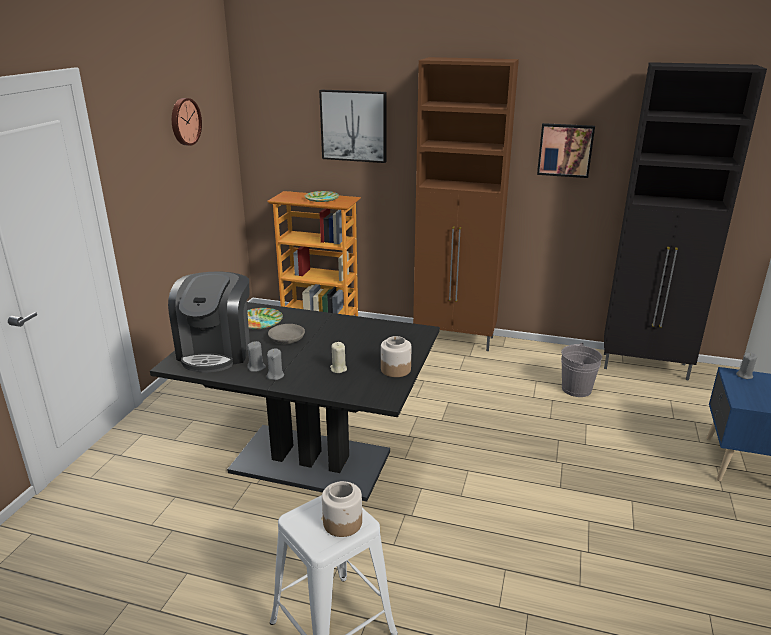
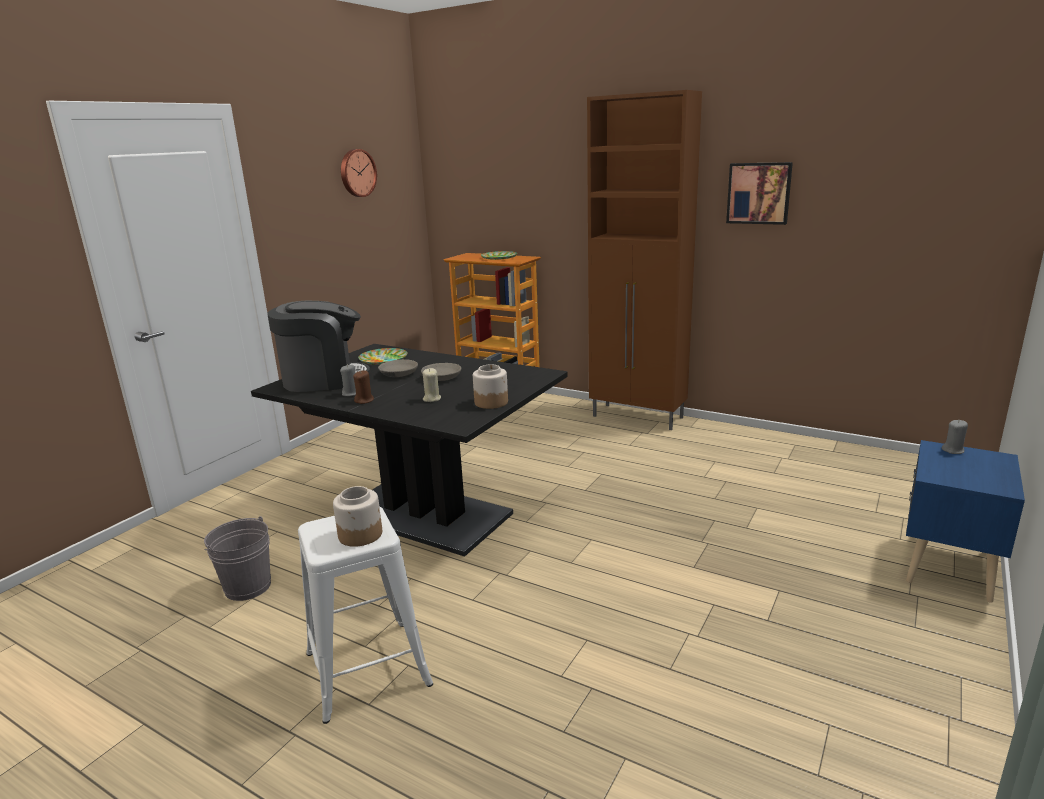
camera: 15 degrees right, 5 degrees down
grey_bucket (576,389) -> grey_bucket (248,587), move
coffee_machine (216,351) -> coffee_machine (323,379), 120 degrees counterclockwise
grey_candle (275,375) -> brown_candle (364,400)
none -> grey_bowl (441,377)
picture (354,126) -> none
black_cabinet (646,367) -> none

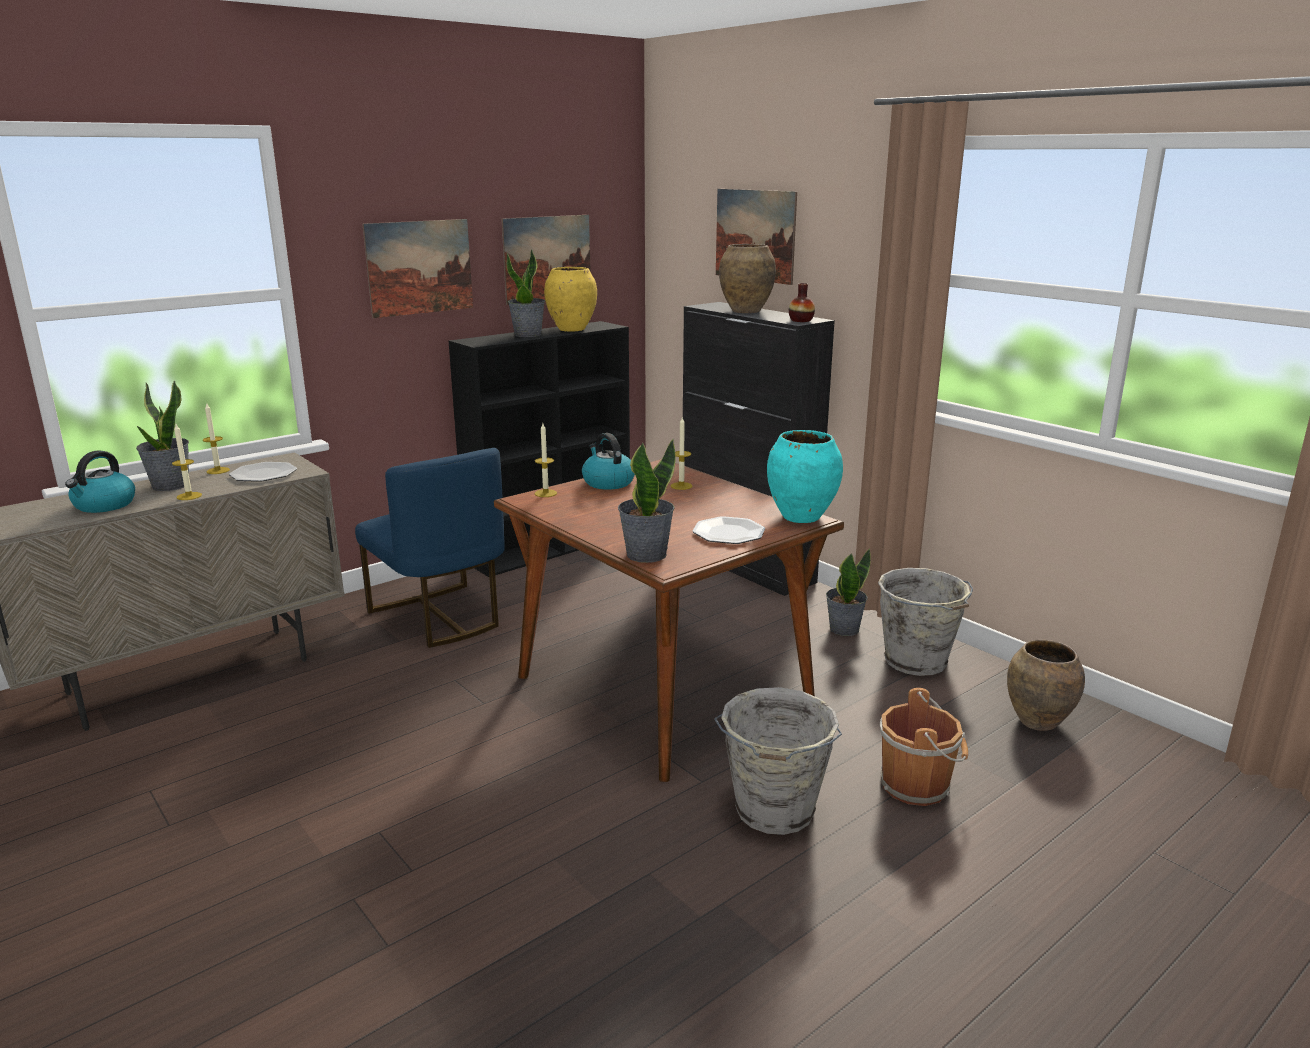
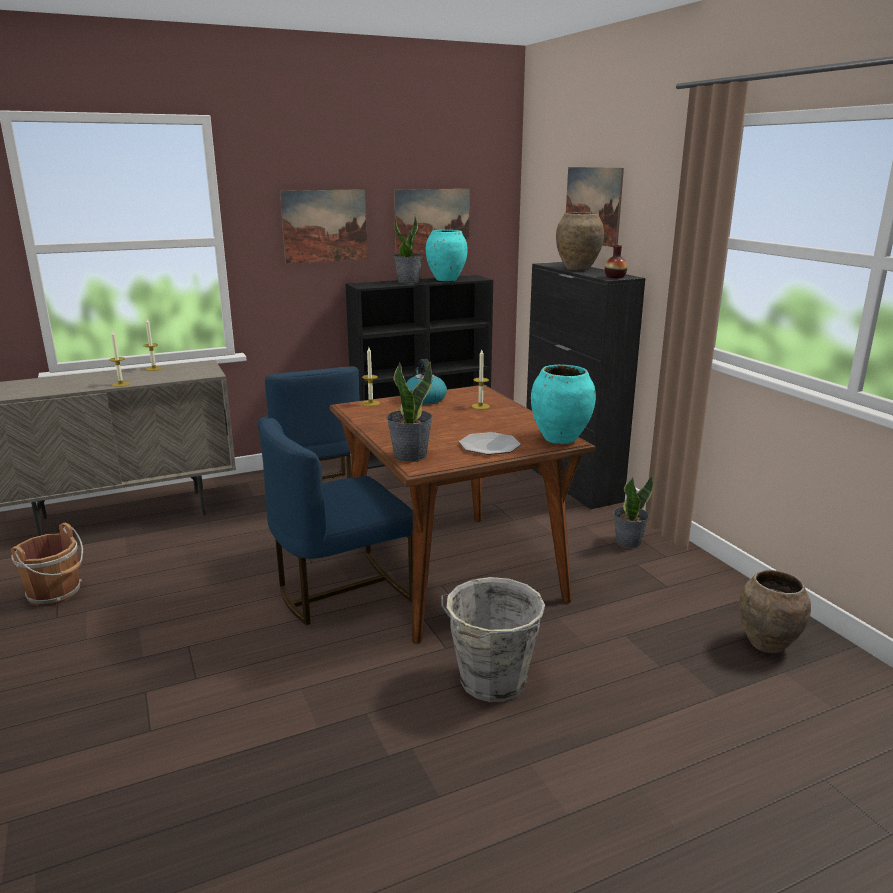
camera: 15 degrees right, 0 degrees up
brown_bucket (918,786) -> brown_bucket (56,593), move
none -> blue_chair (342,591)
yellow_vase (571,329) -> turquoise_vase (445,280)
kettle (104,505) -> none
potted_plant (170,485) -> none
plate (263,474) -> none
grey_bucket (917,662) -> none

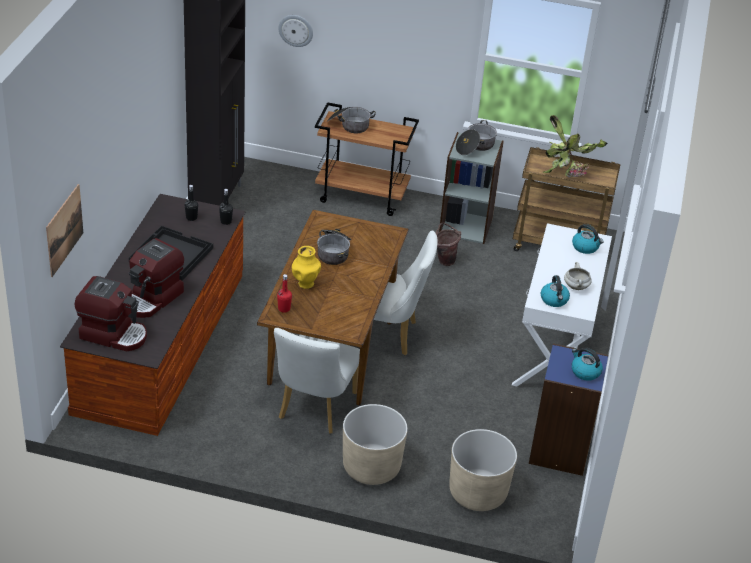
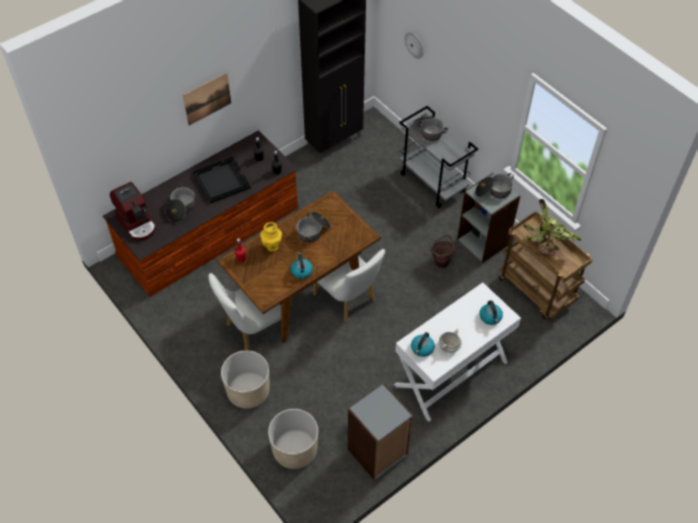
camera: 40 degrees right, 15 degrees up
coffee_machine (152,299) -> cooking_pot (181,208)
picture (64,230) -> picture (207,99), move
kettle (585,372) -> kettle (301,271), move
blue_bookcase (560,450) -> grey_bookcase (378,453)
brown_cart (362,196) -> grey_cart (433,183)

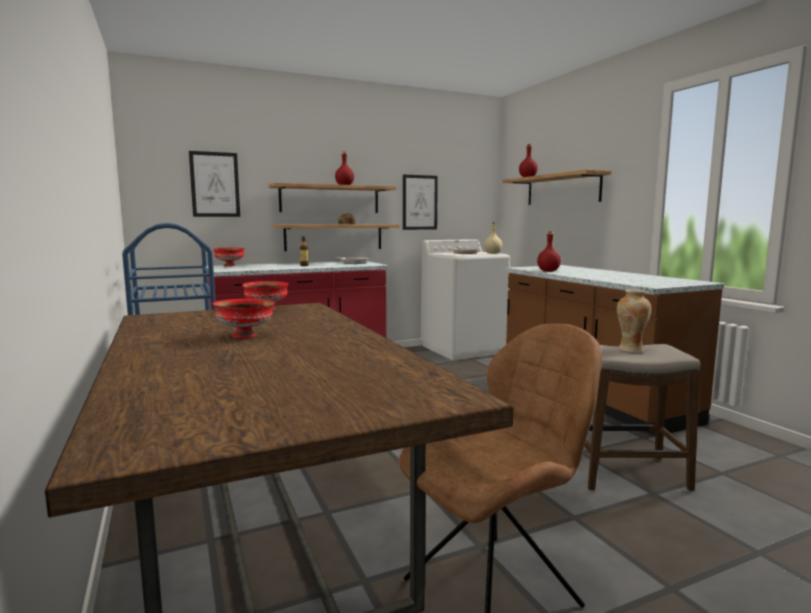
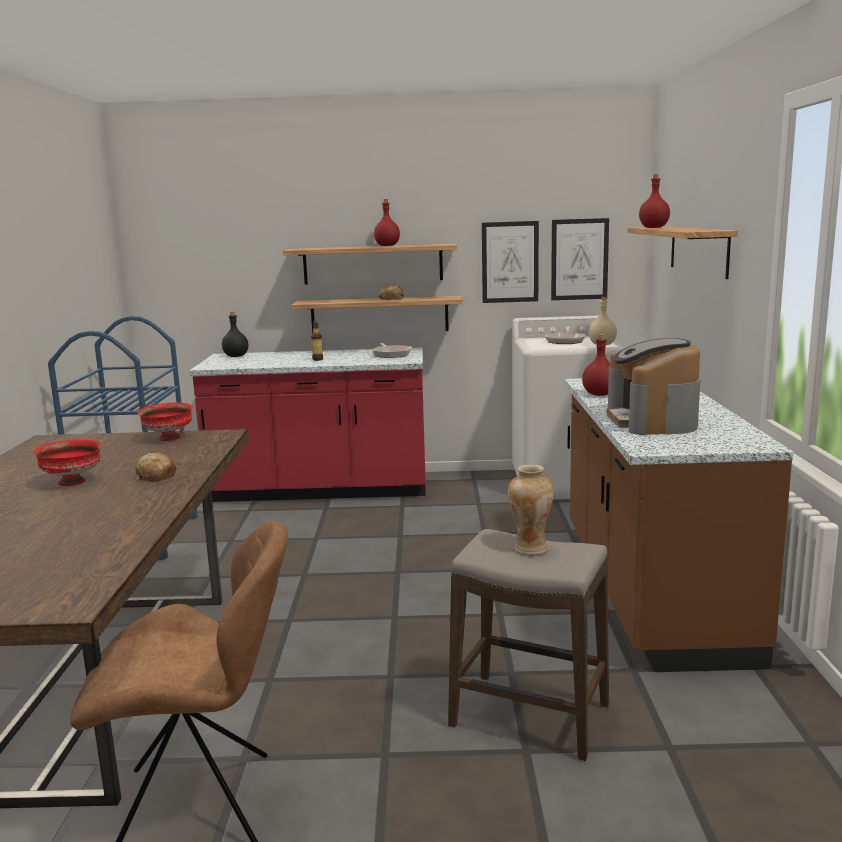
camera: 25 degrees right, 5 degrees up
none -> bread (156,476)
red_bowl (230,266) -> black_bottle (236,356)
picture (215,184) -> picture (579,259), move
none -> coffee_machine (652,420)

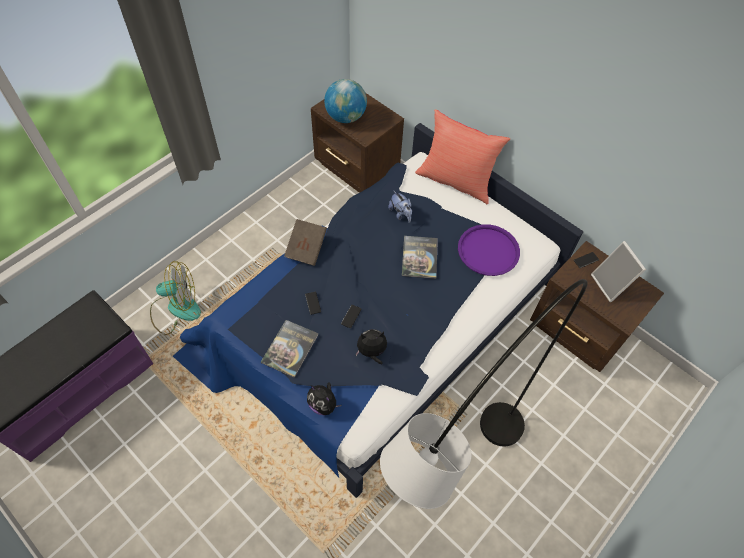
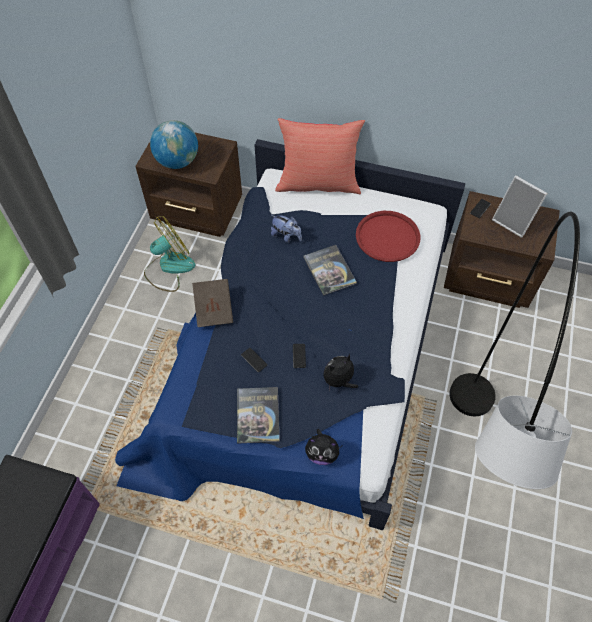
camera: 25 degrees left, 0 degrees up
fan (176,309) -> fan (169,268), move
purple_tray (488,250) -> red_tray (387,237)

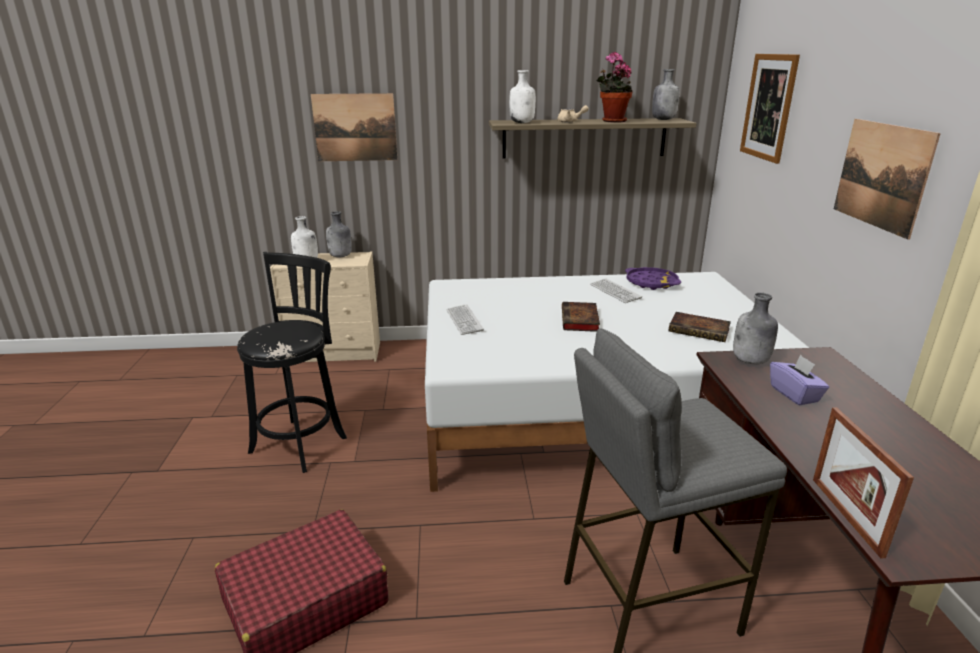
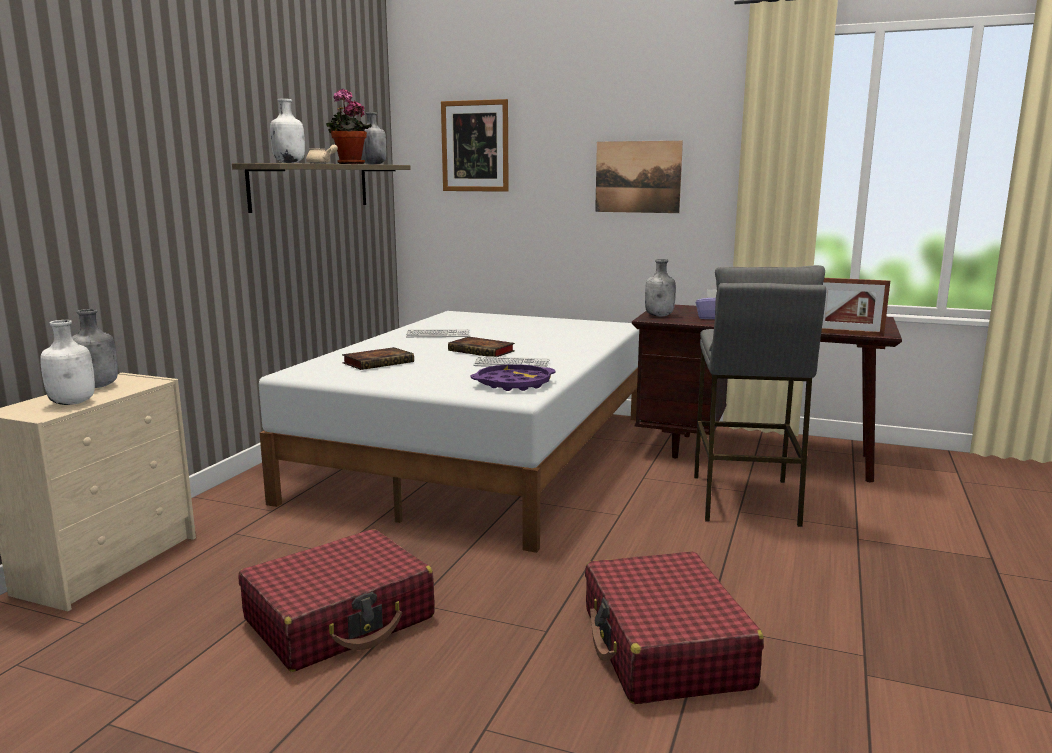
camera: 65 degrees left, 10 degrees down
black_stool (302,442) -> red_suitcase (340,619)
book (700,330) -> book (379,362), move
purple_tray (651,283) -> purple_tray (513,384), move
keyboard (464,320) -> keyboard (511,364), move
picture (355,127) -> none

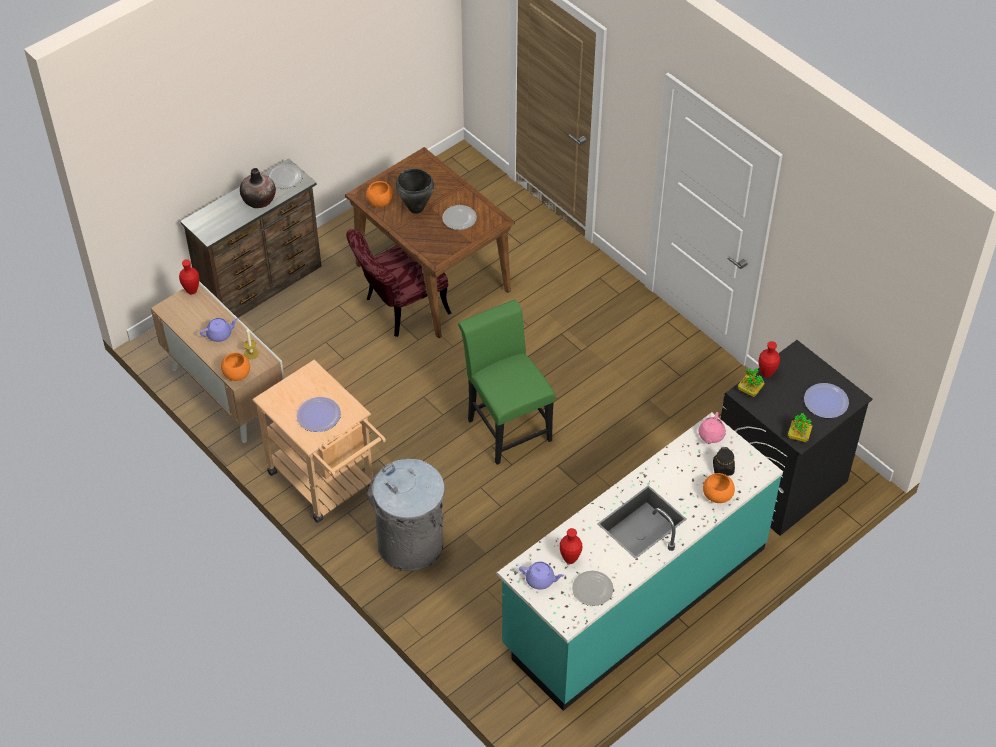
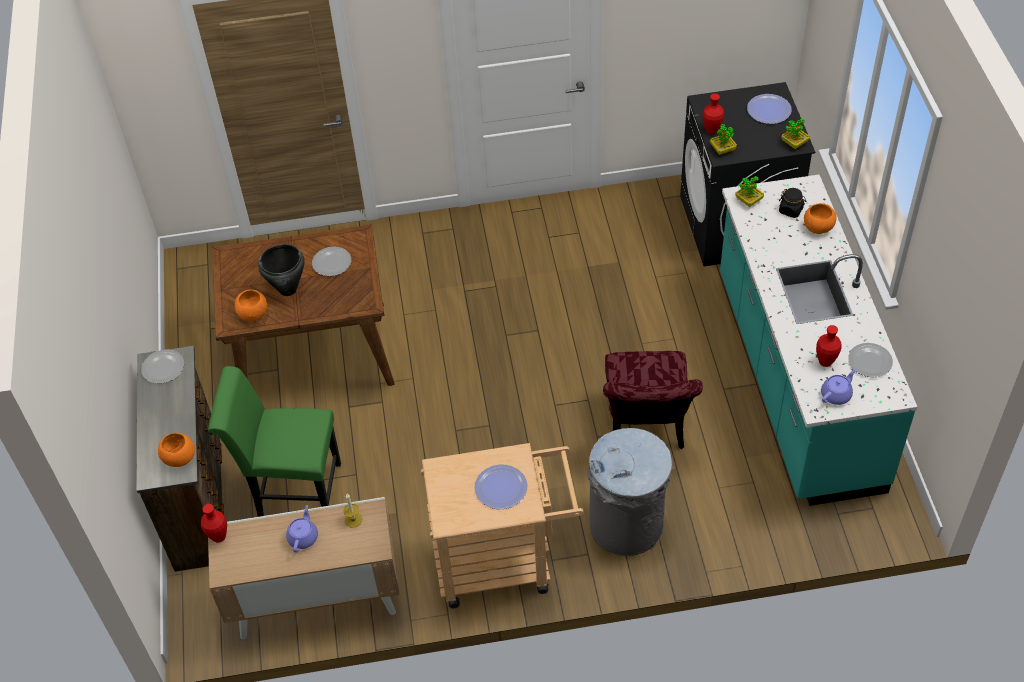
camera: 55 degrees left, 0 degrees up
orange_bowl (236,374) -> orange_bowl (179,458), move
green_chair (506,425) -> green_chair (292,491), move
red_chair (399,309) -> red_chair (646,428), move
pink_teapot (711,435) -> potted_plant (748,201)
vase (259,200) -> none

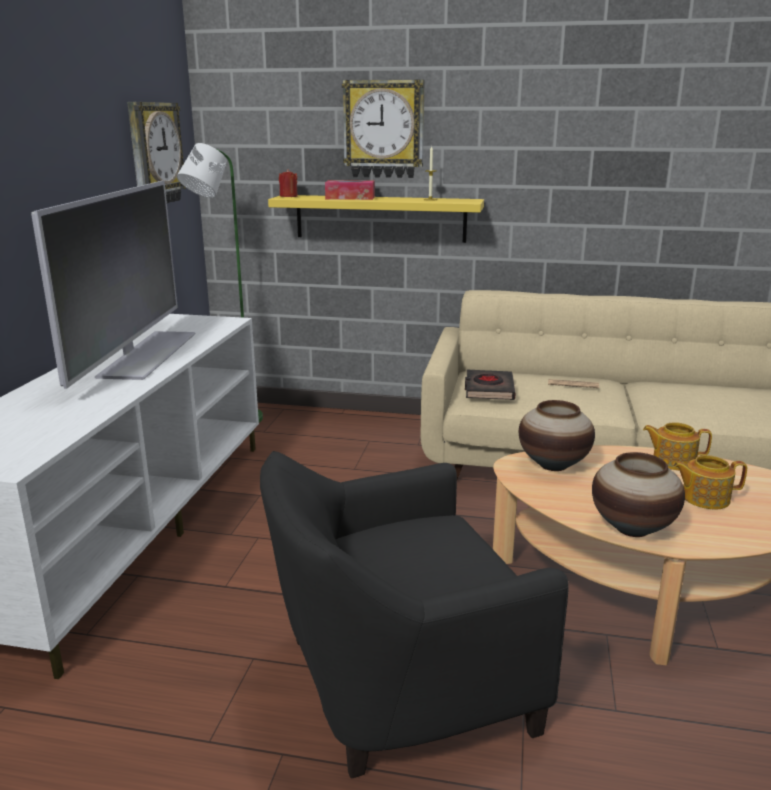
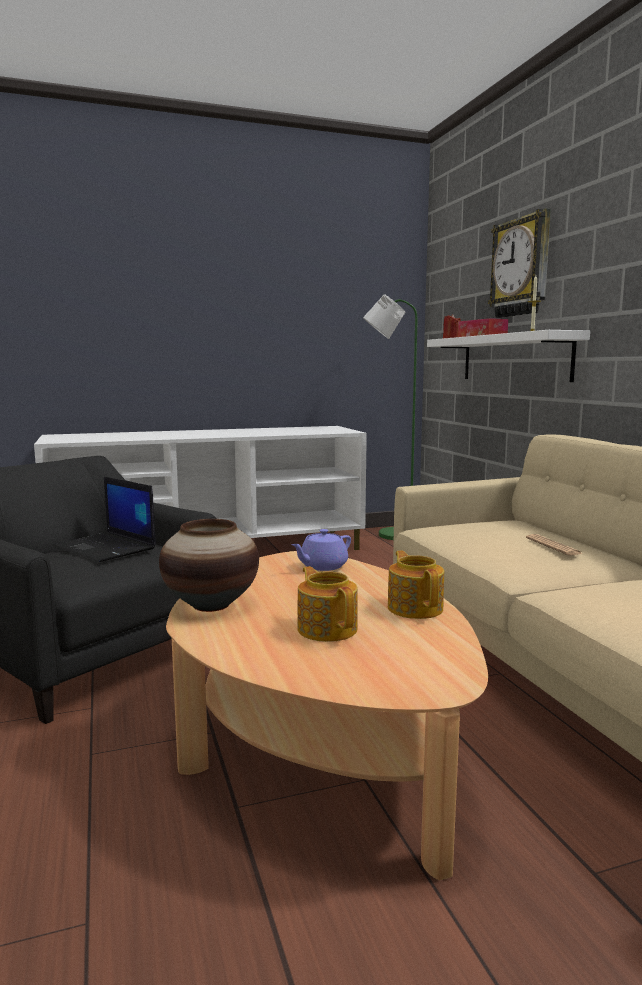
camera: 60 degrees right, 10 degrees down
none -> laptop (107,547)
vase (553,465) -> purple_teapot (322,566)
yellow_shelf (380,218) -> white_shelf (514,358)
television (146,354) -> none
wall_clock (154,154) -> none
black_book (489,389) -> none

